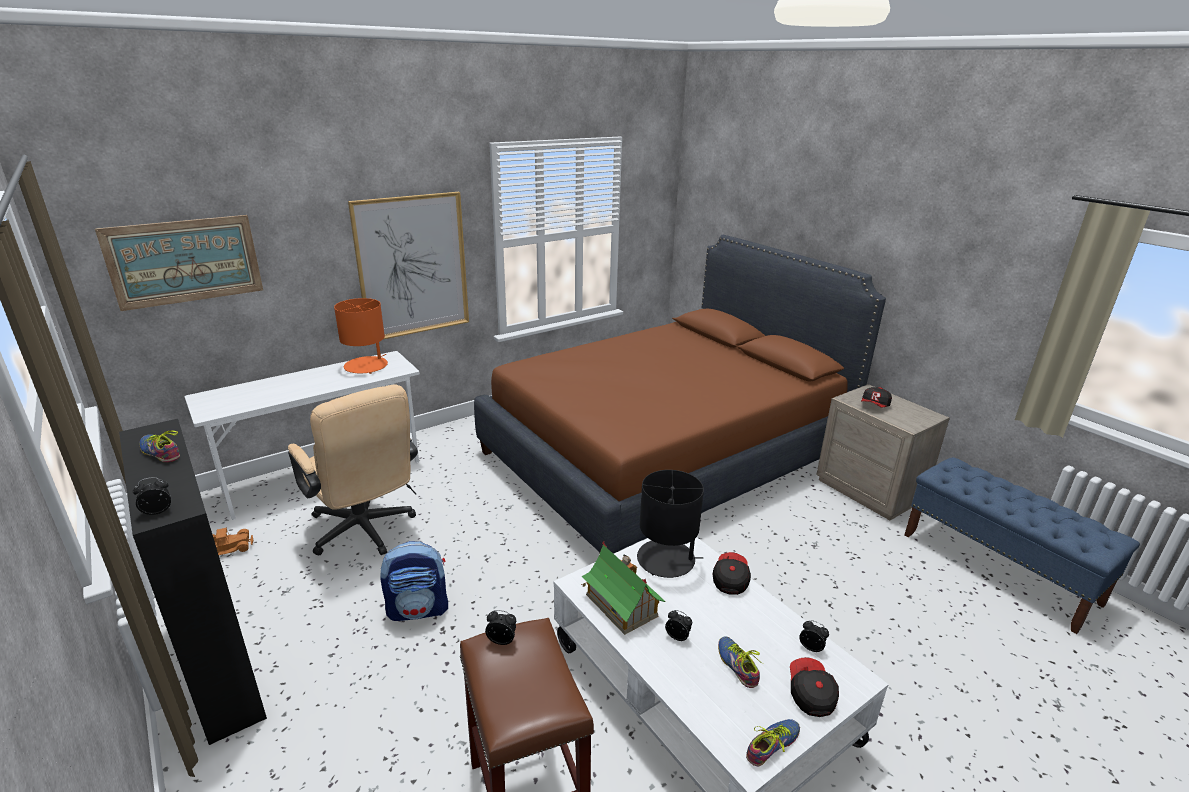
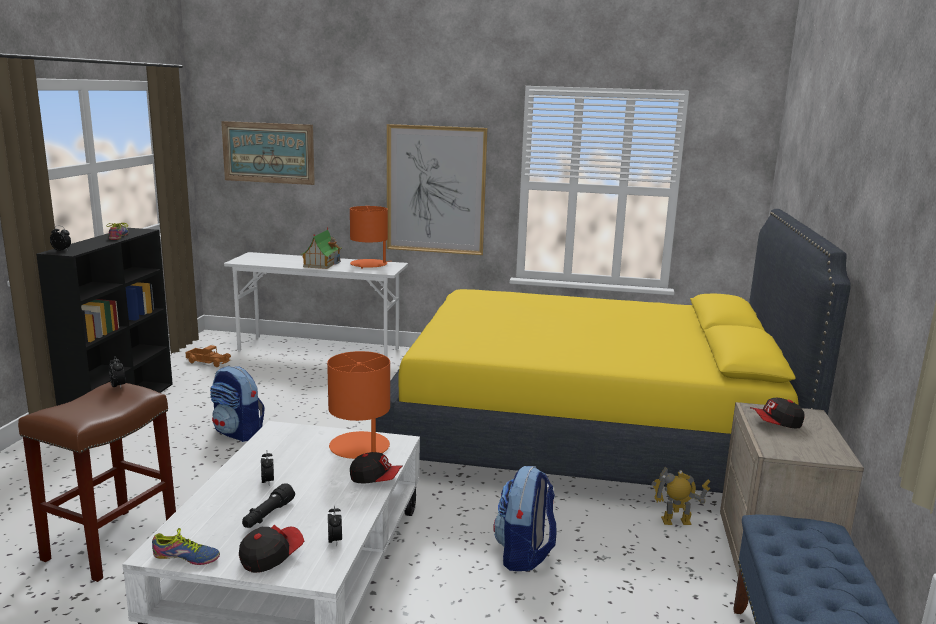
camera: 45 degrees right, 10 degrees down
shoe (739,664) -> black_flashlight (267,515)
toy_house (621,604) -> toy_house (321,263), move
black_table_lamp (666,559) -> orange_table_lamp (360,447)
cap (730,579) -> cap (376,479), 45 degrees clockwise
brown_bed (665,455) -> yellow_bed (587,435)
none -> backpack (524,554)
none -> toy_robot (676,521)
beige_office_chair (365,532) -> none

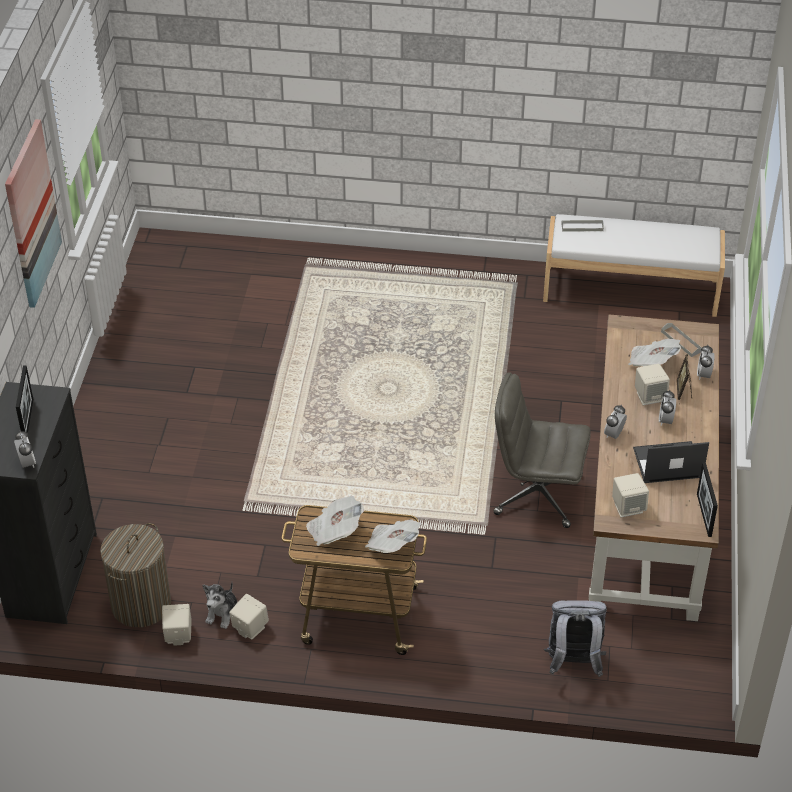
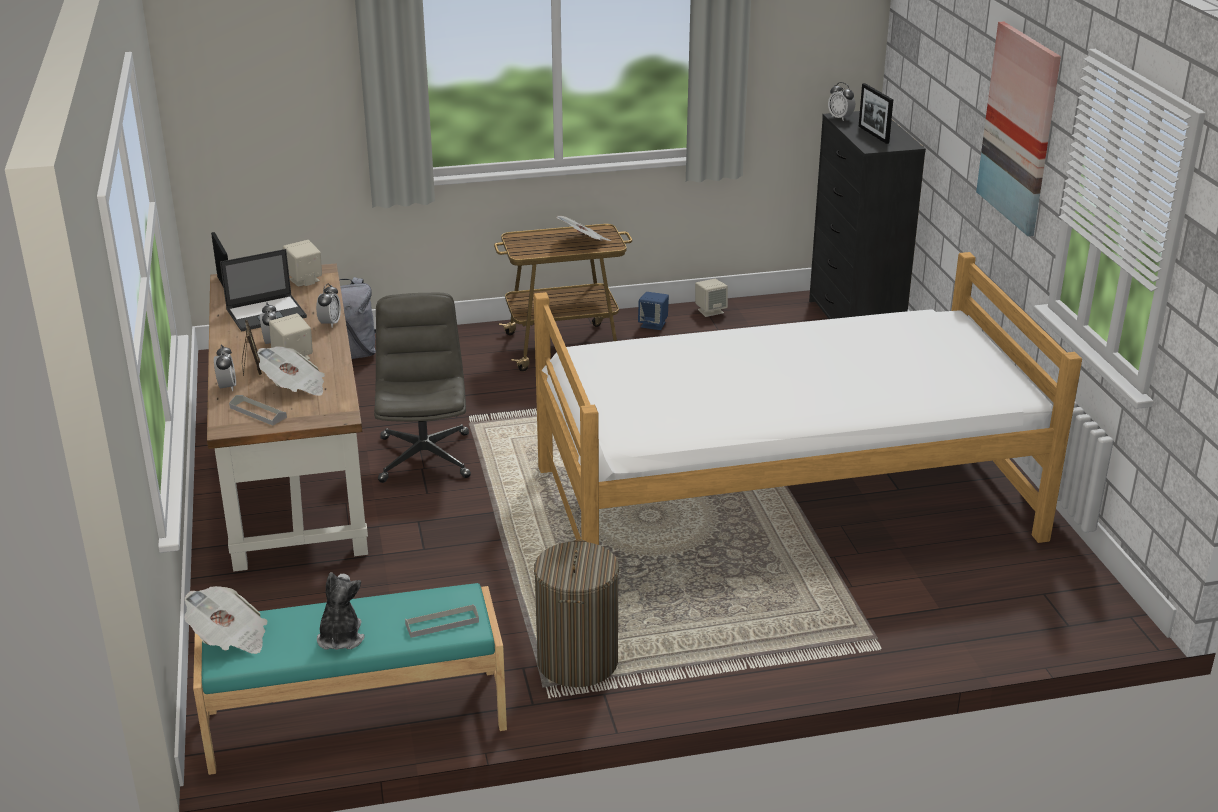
camera: 160 degrees right, 15 degrees down
newspaper (392,545) -> newspaper (230,638), move
white_bench (630,289) -> turquoise_bench (356,720)
plush_toy (223,613) -> plush_toy (340,638), move
grey_office_chair (536,494) -> grey_office_chair (424,457), 90 degrees counterclockwise
none -> bed (785,503)
laundry_basket (141,604) -> laundry_basket (577,661), move
beige_speaker (249,628) -> blue_speaker (653,324)

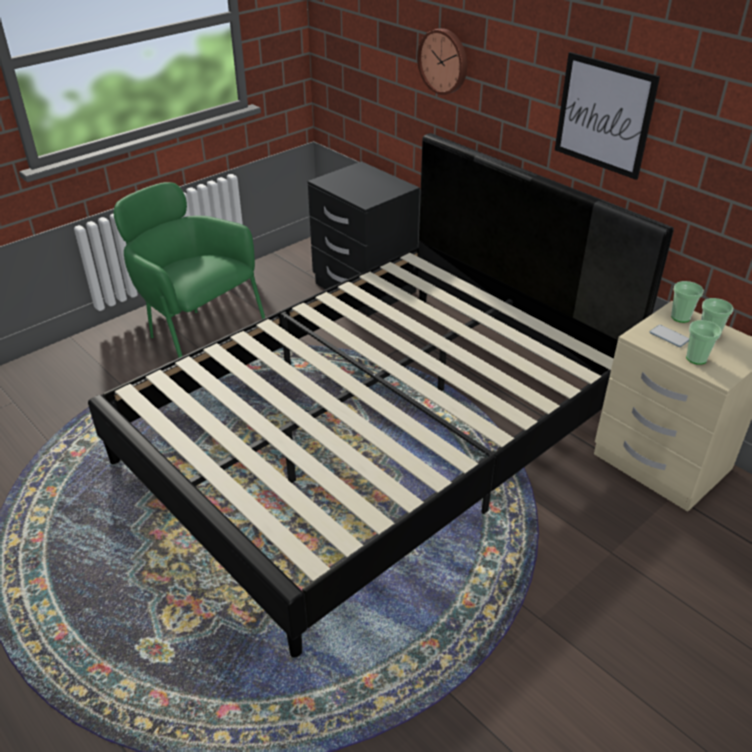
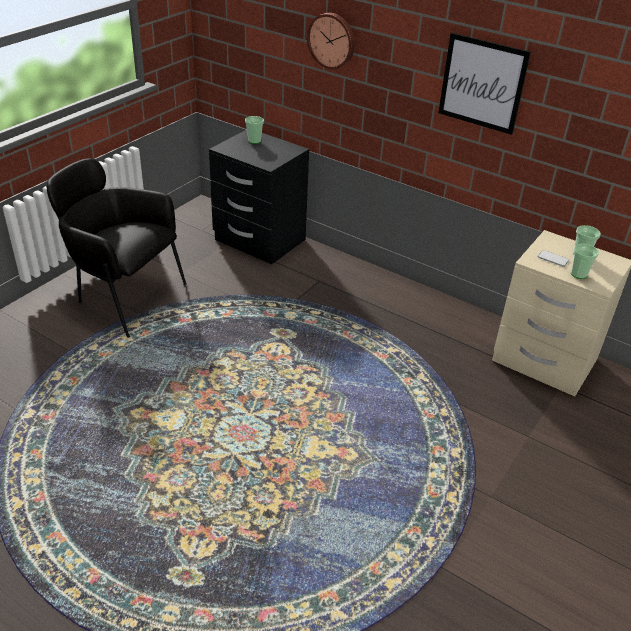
camera: 15 degrees left, 0 degrees up
green_armchair (197,337) -> black_armchair (123,298)
cup (680,317) -> cup (254,141), move
black_bed (377,435) -> none

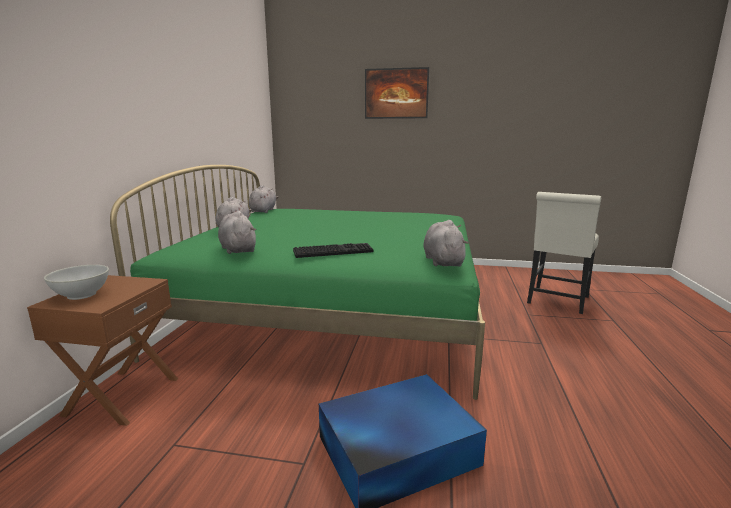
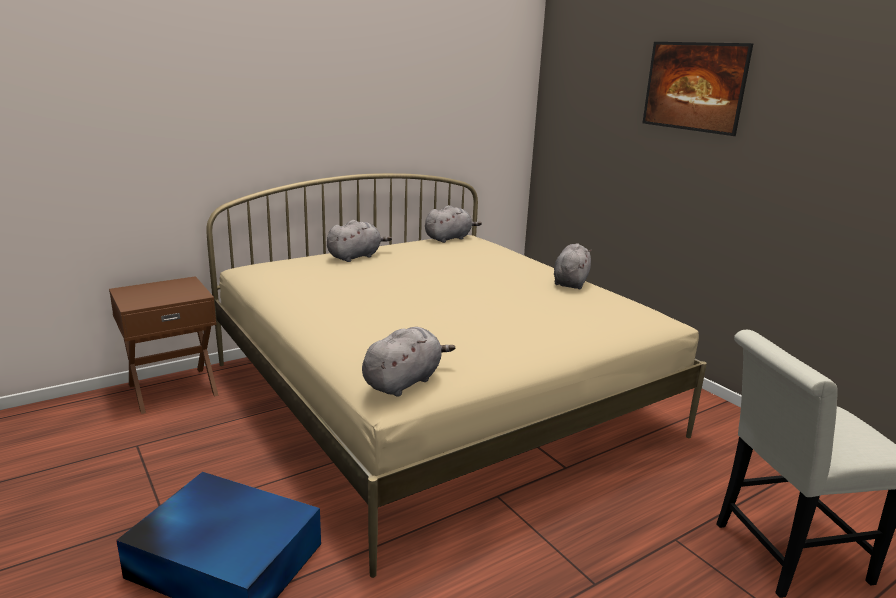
camera: 45 degrees right, 5 degrees up
green_bed (334,312) -> beige_bed (437,398)
grey_plush_toy (238,249) -> grey_plush_toy (570,282), move
white_bowl (81,295) -> none
keyboard (333,251) -> none

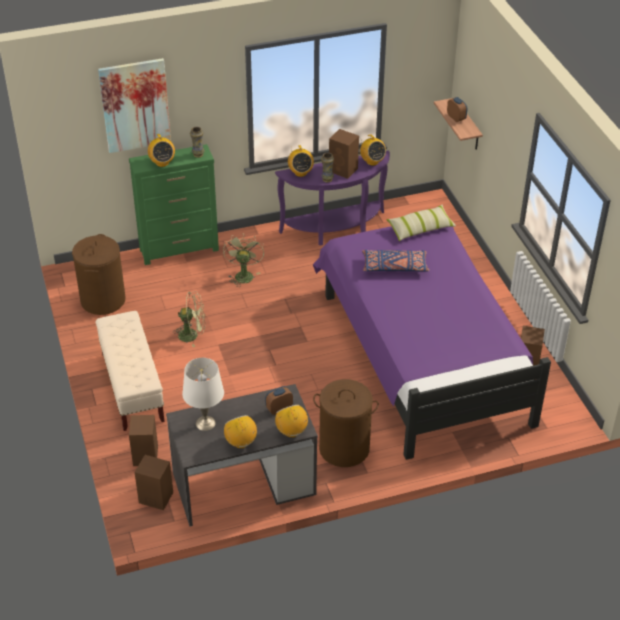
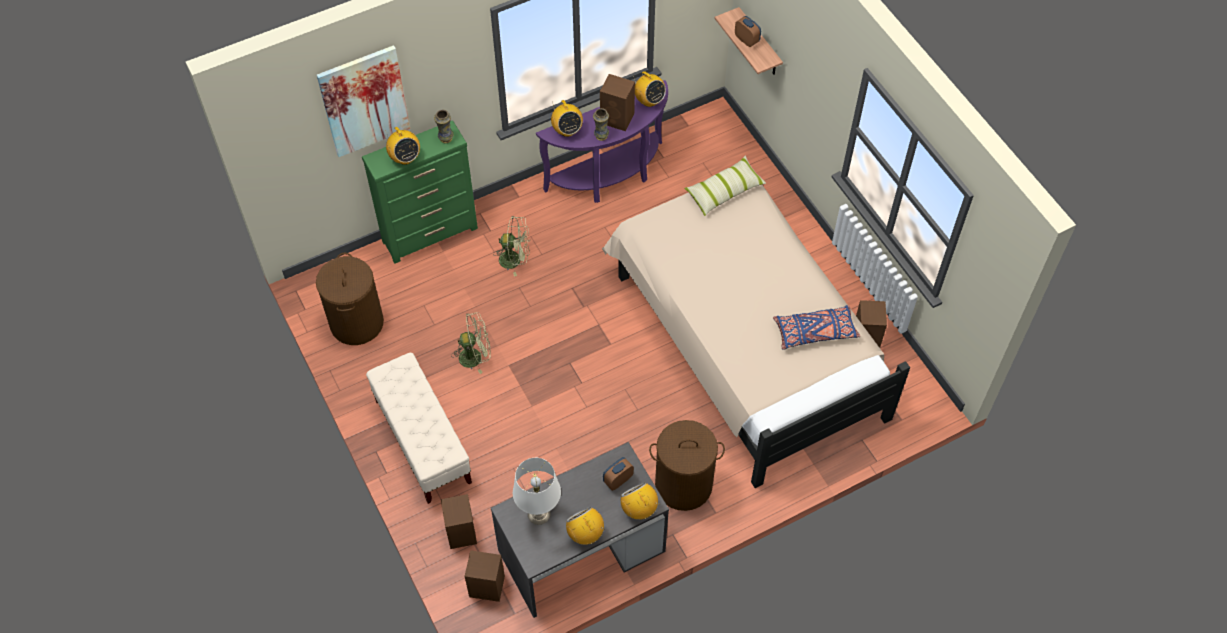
camera: 10 degrees left, 15 degrees up
green_fan (243,274) -> green_fan (515,259), 105 degrees clockwise
purple_bed (422,351) -> beige_bed (745,337)
blue_pillow (395,267) -> blue_pillow (815,332), move

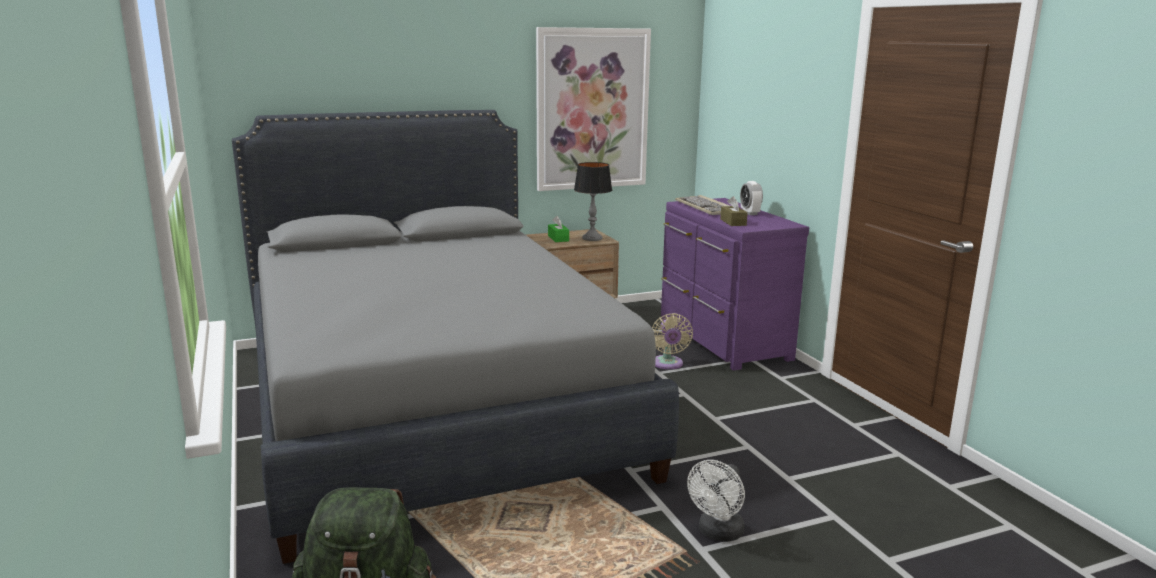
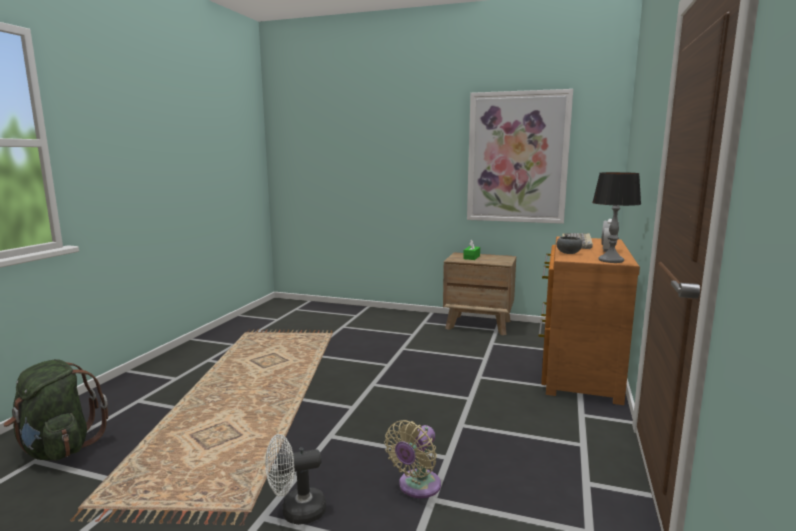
camera: 40 degrees right, 5 degrees down
beige_fan (667,364) -> beige_fan (417,487), move
purple_dresser (721,340) -> brown_dresser (577,369)
brown_tissue_box (733,222) -> grey_bowl (569,253)
table_lamp (592,238) -> table_lamp (611,260), move
grey_bed (432,404) -> none

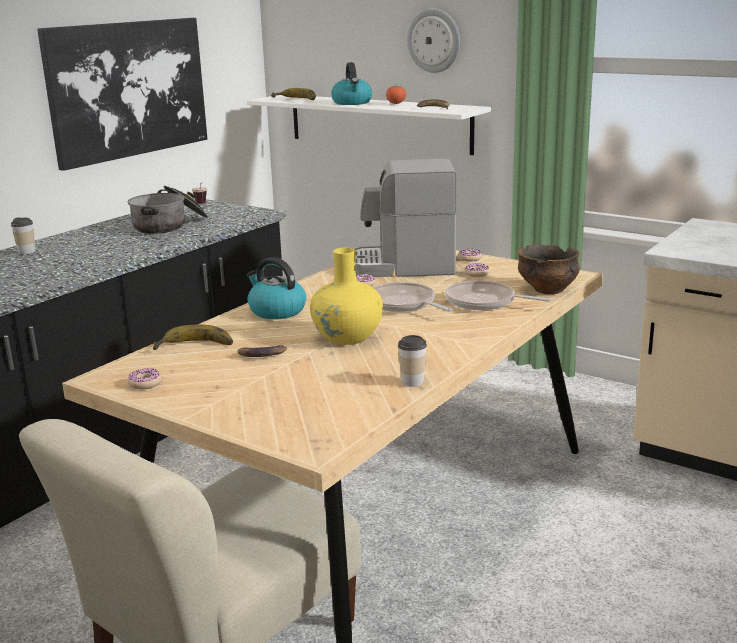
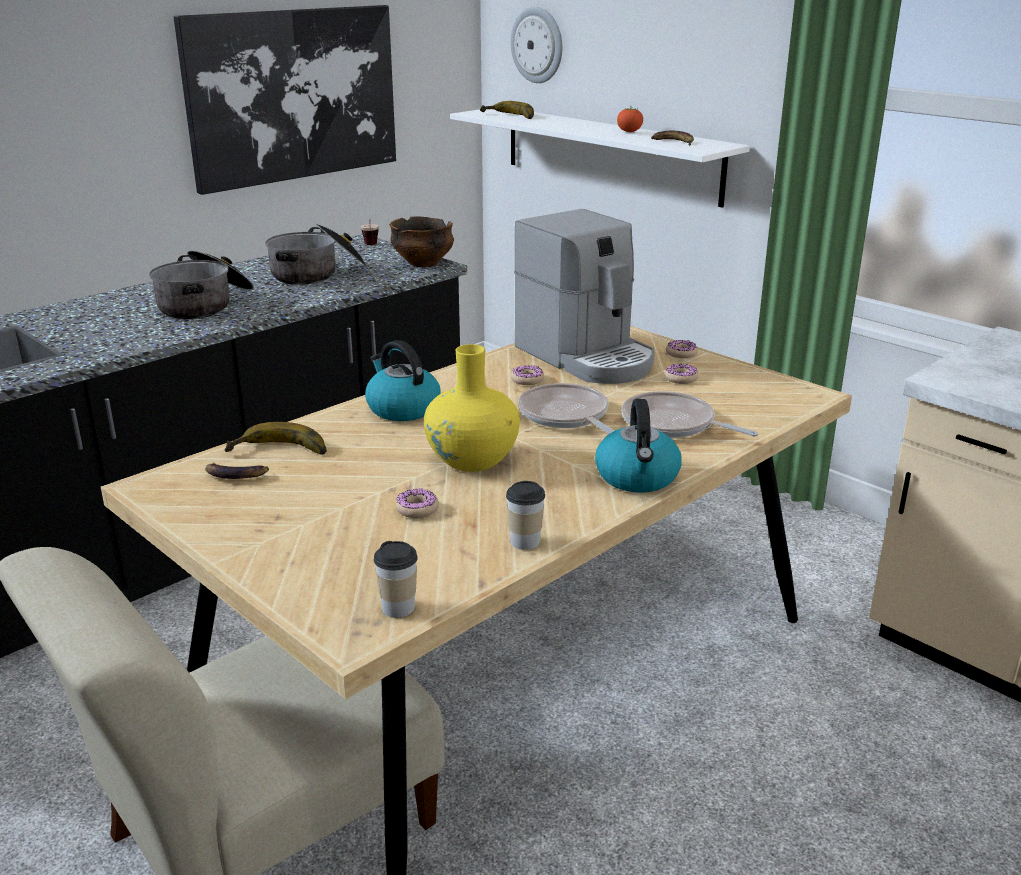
camera: 10 degrees right, 5 degrees up
none -> cooking_pot (205,304)
banana (261,354) -> banana (235,474), move
cup (26,252) -> cup (398,608), move
bowl (548,289) -> bowl (423,263), move
donut (145,383) -> donut (417,509), move
wall_clock (434,40) -> wall_clock (537,45), move
coffee_machine (401,267) -> coffee_machine (587,357), 135 degrees counterclockwise
kettle (352,103) -> kettle (637,477), move

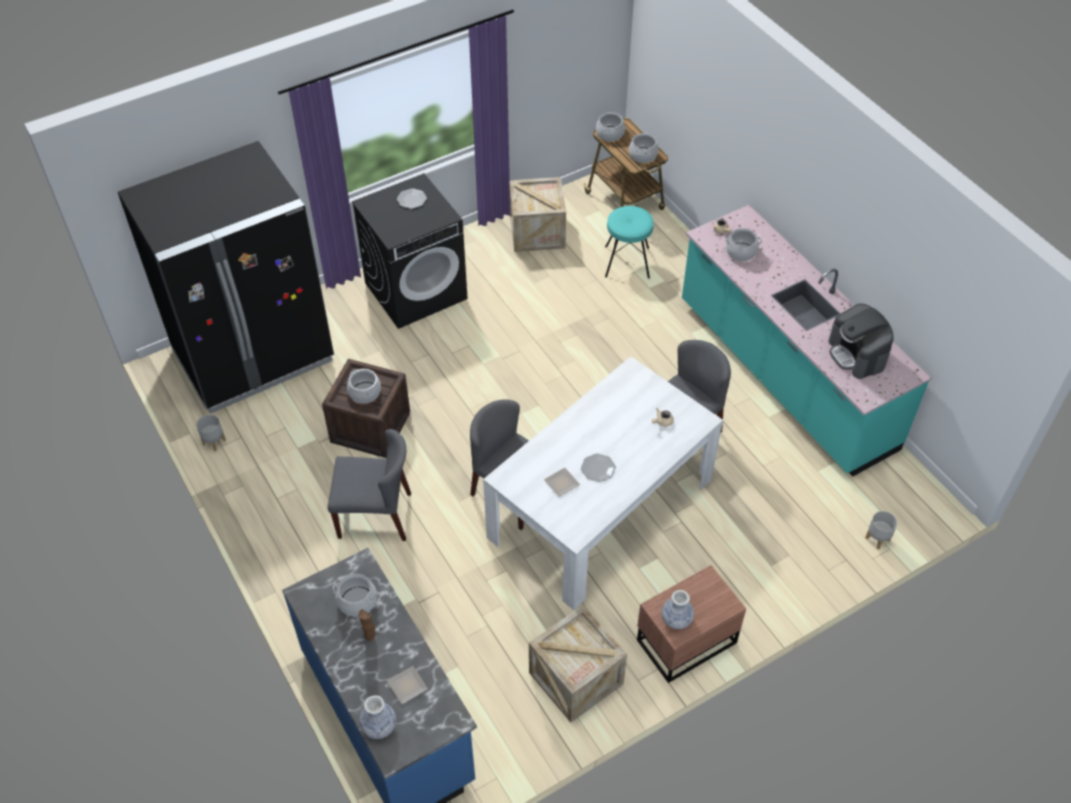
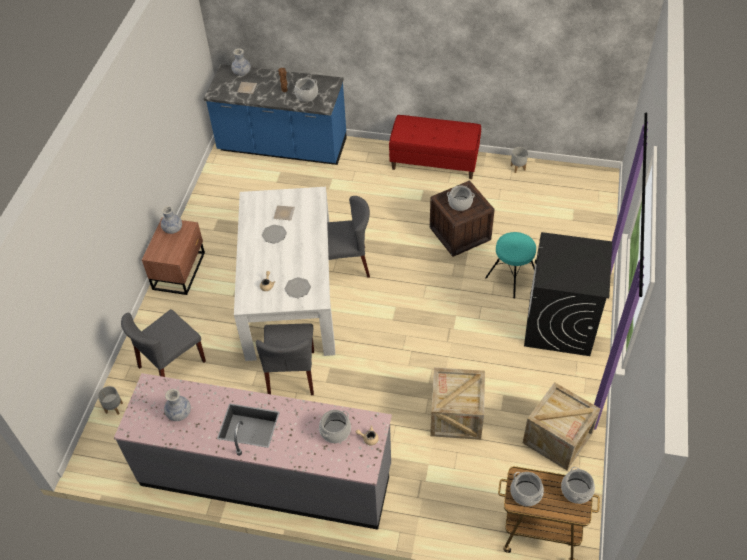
camera: 135 degrees right, 0 degrees up
turquoise_counter (784,375) -> grey_counter (266,475)
grey_chair (375,515) -> grey_chair (171,364), move
coffee_machine (857,354) -> vase (179,413)
plate (411,199) -> plate (297,288), move
none -> red_bench (434,162)
crate (575,678) -> crate (456,415), move
turquoise_stool (627,262) -> turquoise_stool (511,277), move
black_fridge (254,356) -> none

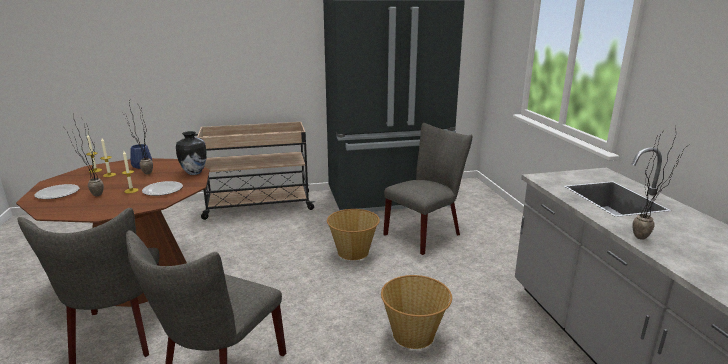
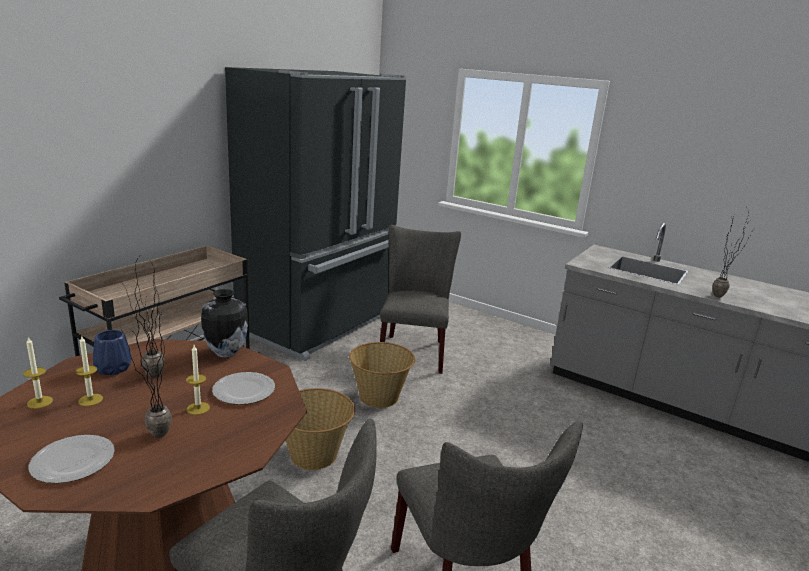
camera: 45 degrees left, 0 degrees up
basket (414,335) -> basket (315,454), move

